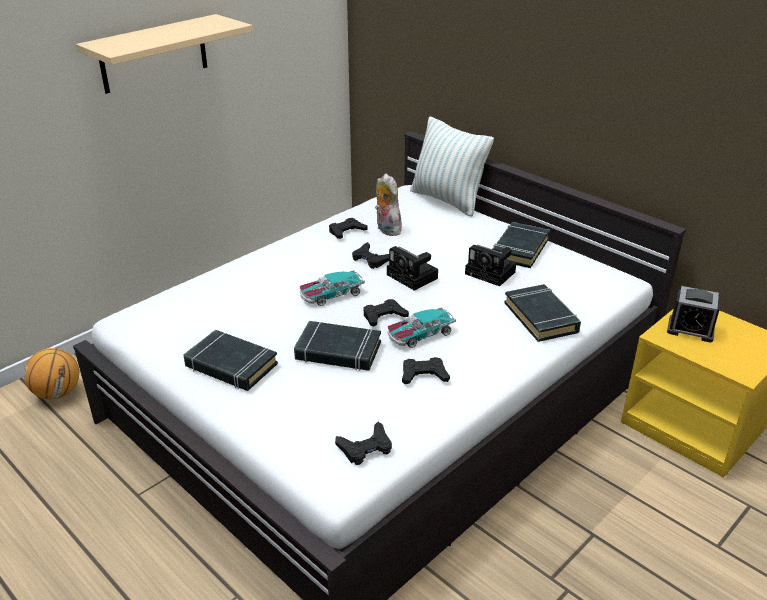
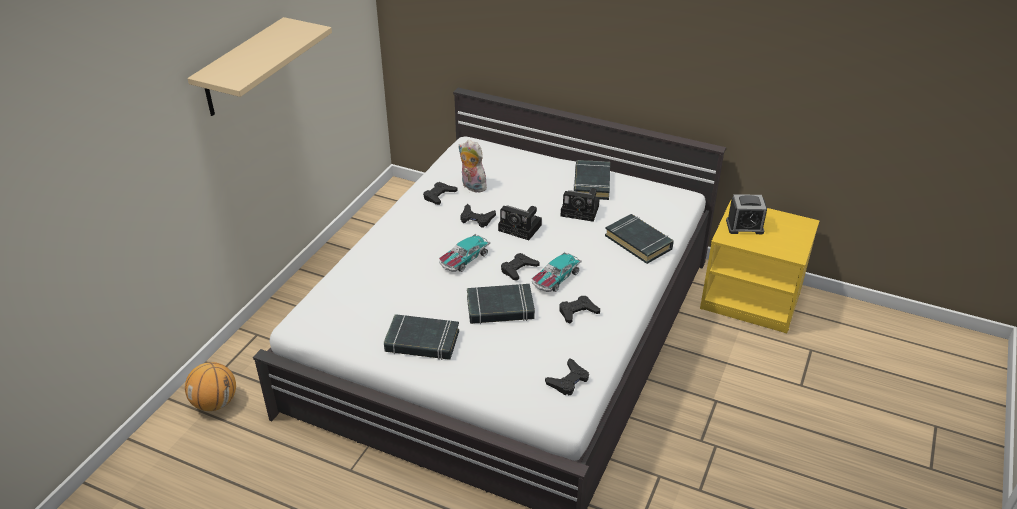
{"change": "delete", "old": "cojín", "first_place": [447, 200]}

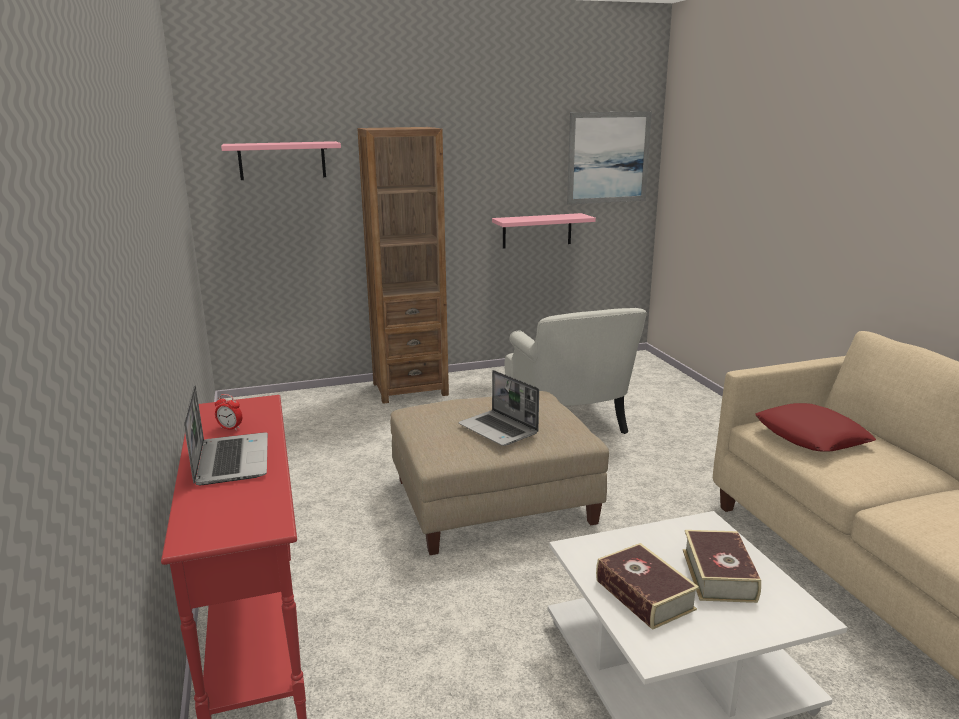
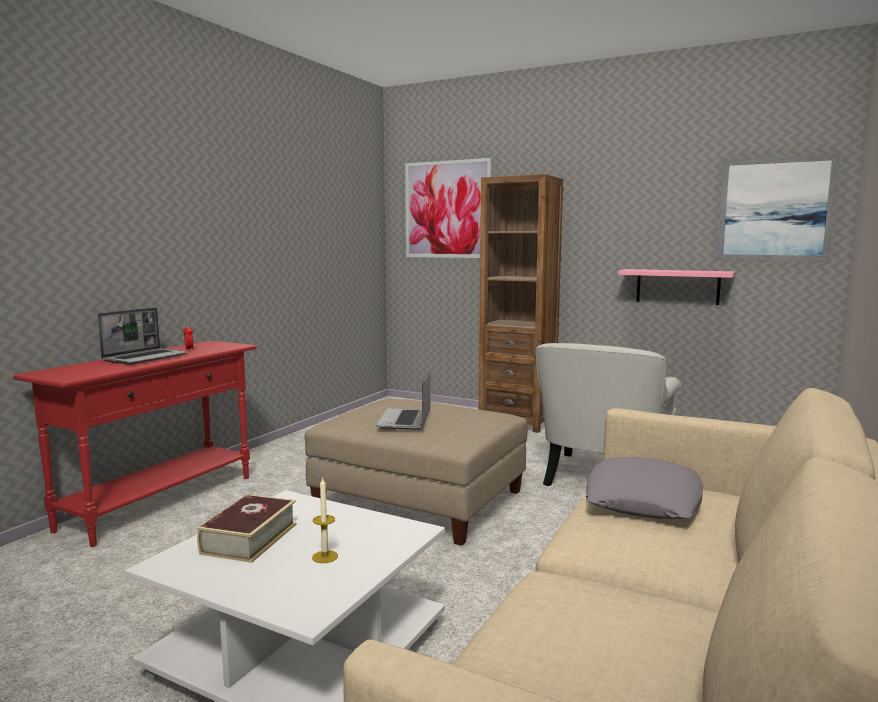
{"change": "replace", "old": "estante [rosa]", "new": "cuadro", "first_place": [282, 160], "second_place": [447, 209]}
{"change": "recolor", "old": "cojín [rojo]", "new": "cojín [gris]", "first_place": [811, 436], "second_place": [643, 500]}
{"change": "replace", "old": "libro", "new": "vela", "first_place": [718, 575], "second_place": [325, 557]}

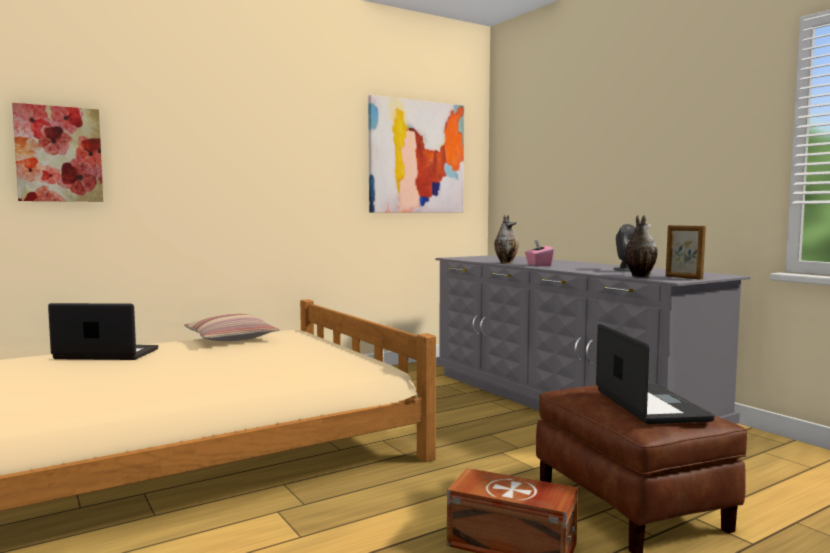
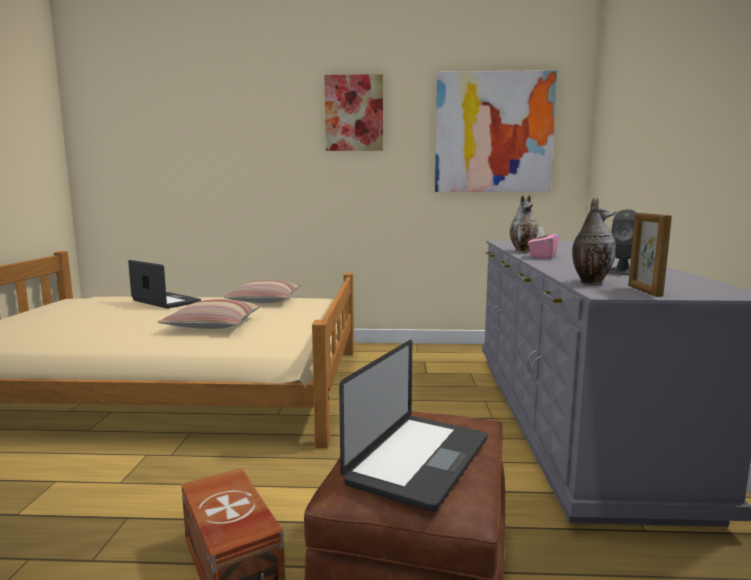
{"change": "move", "old": "cuadro", "first_place": [59, 154], "second_place": [354, 113]}
{"change": "insert", "new": "cojín", "second_place": [214, 325]}

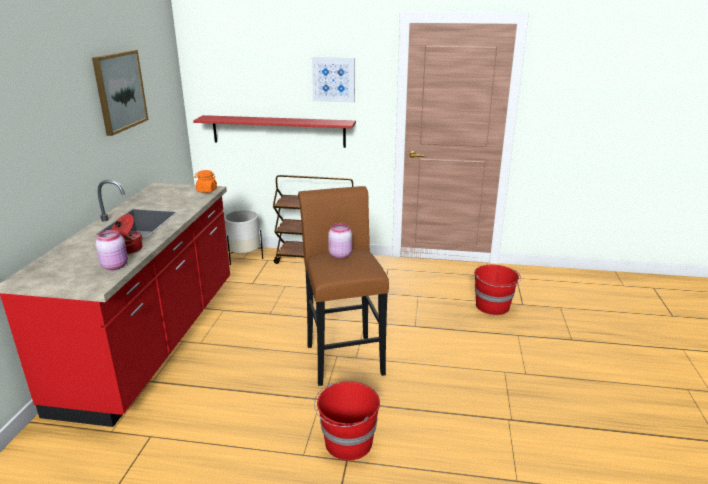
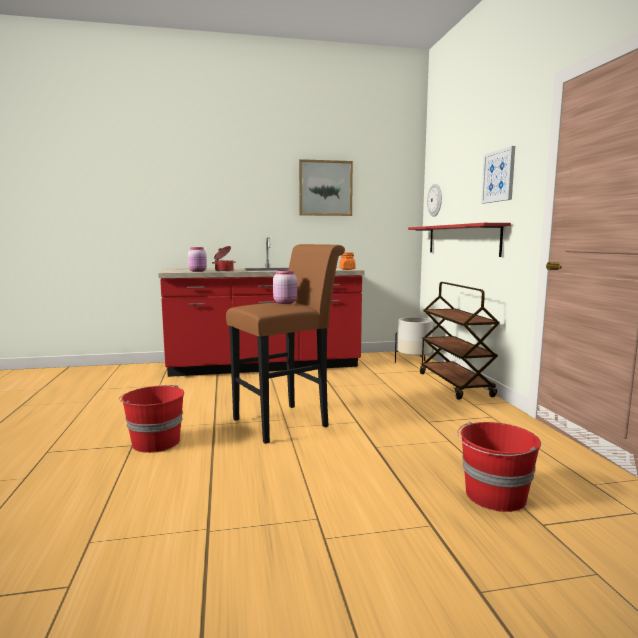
{"change": "insert", "new": "reloj de pared", "second_place": [435, 200]}

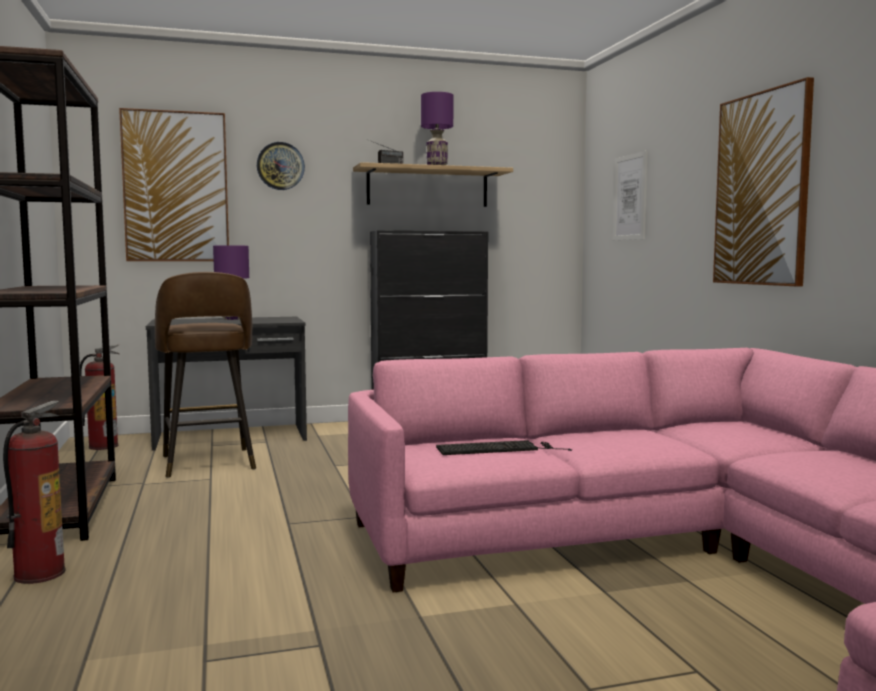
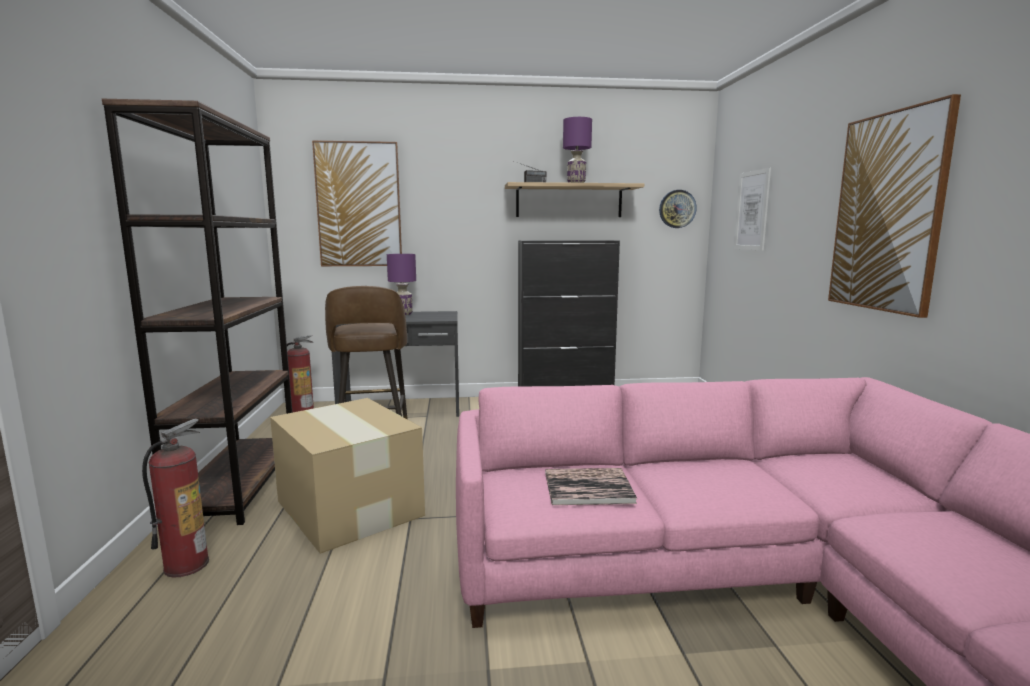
{"change": "move", "old": "reloj de pared", "first_place": [280, 166], "second_place": [677, 209]}
{"change": "replace", "old": "teclado", "new": "libro", "first_place": [499, 449], "second_place": [588, 487]}
{"change": "insert", "new": "caja de cartón", "second_place": [349, 507]}

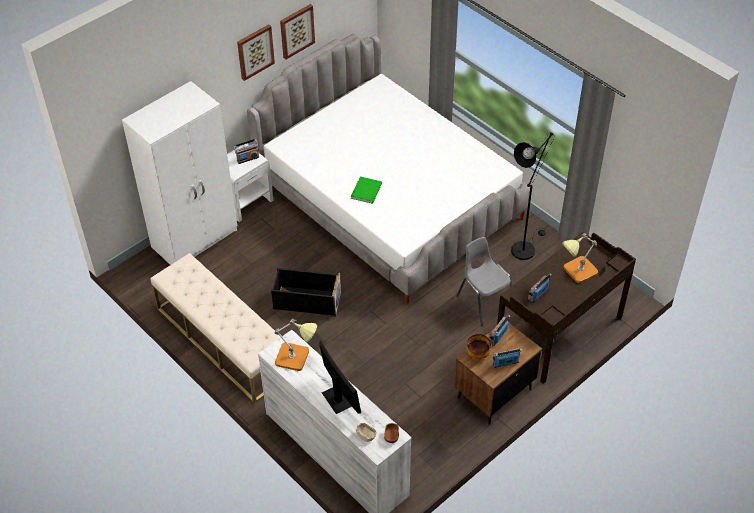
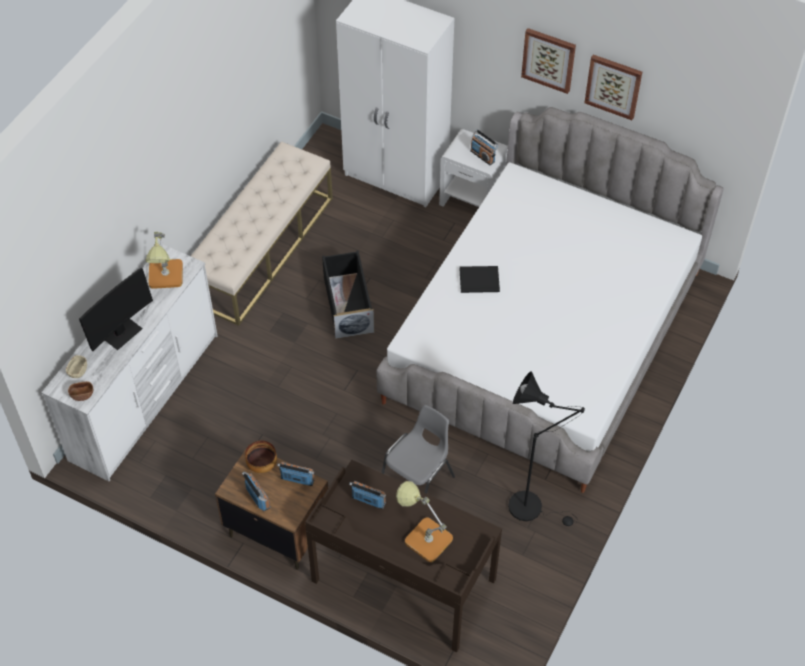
{"change": "recolor", "old": "libro [verde]", "new": "libro [negro]", "first_place": [367, 190], "second_place": [480, 281]}

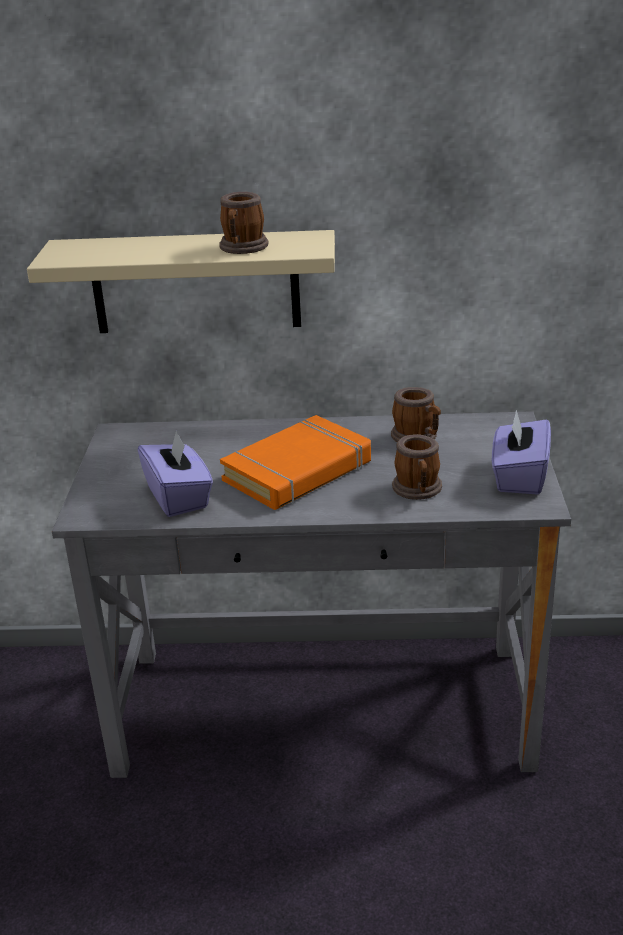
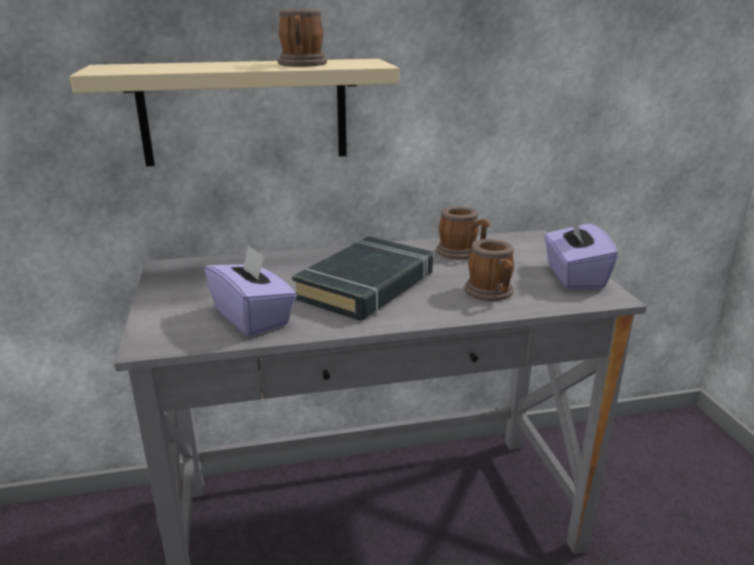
{"change": "recolor", "old": "libro [naranja]", "new": "libro [negro]", "first_place": [298, 471], "second_place": [367, 286]}

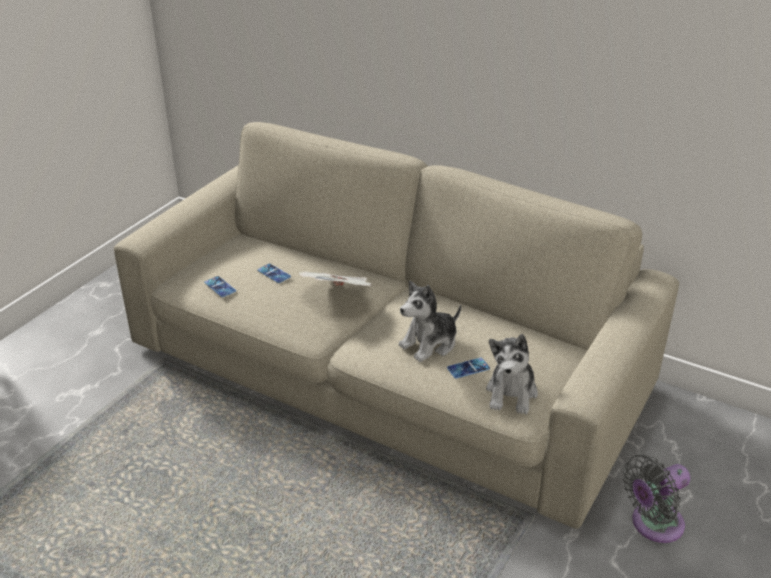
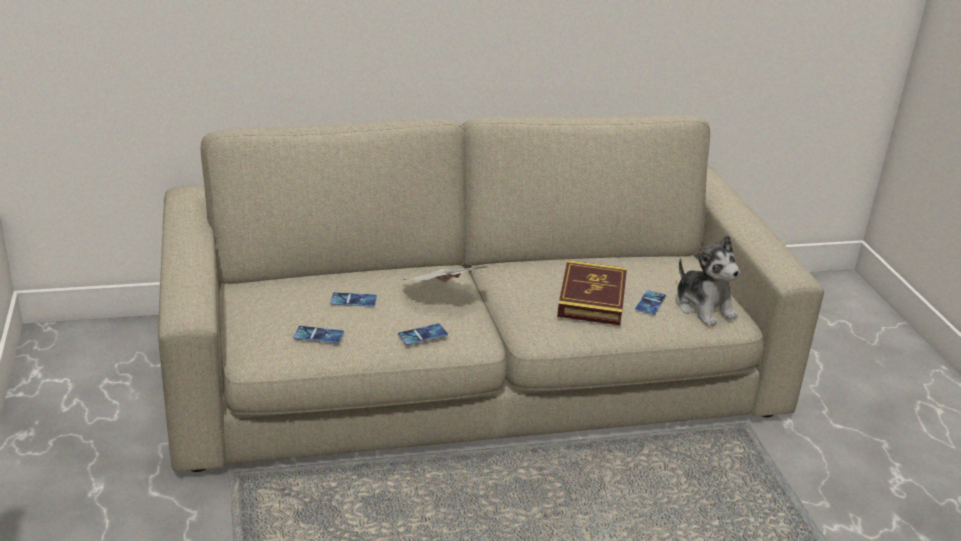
{"change": "replace", "old": "peluche", "new": "libro", "first_place": [430, 344], "second_place": [592, 298]}
{"change": "delete", "old": "ventilador [gris]", "first_place": [653, 524]}
{"change": "insert", "new": "móvil", "second_place": [422, 335]}

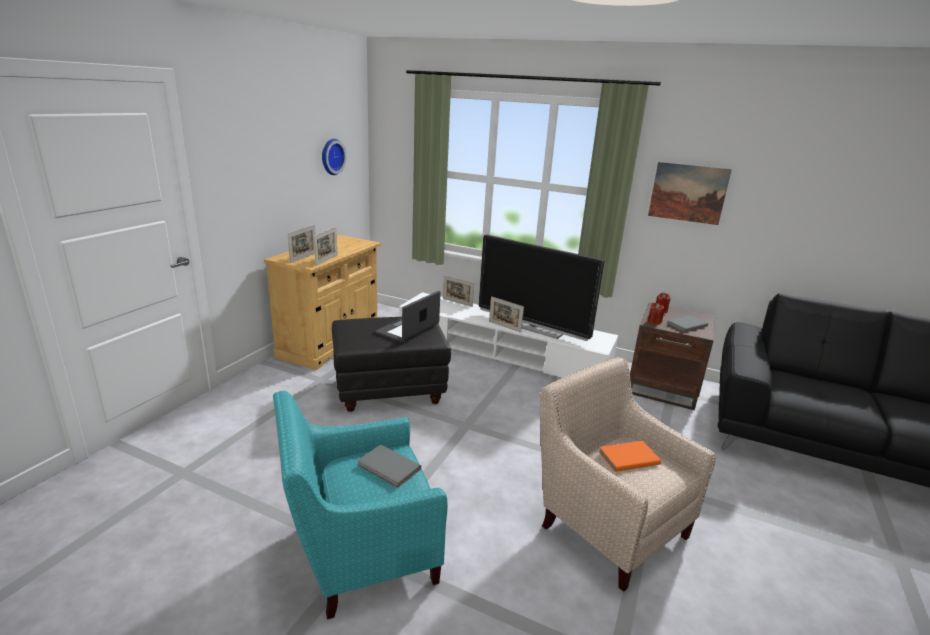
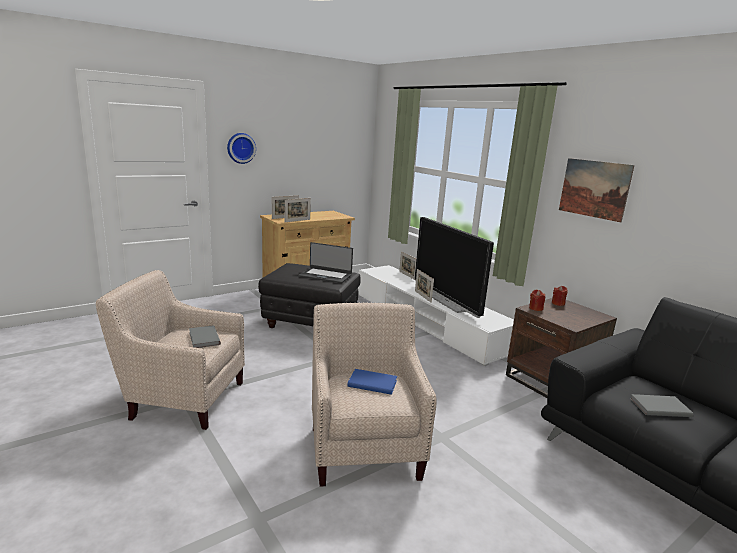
{"change": "move", "old": "reloj de pared", "first_place": [331, 156], "second_place": [240, 148]}
{"change": "rotate", "old": "portátil", "first_place": [408, 329], "second_place": [325, 275], "degrees": -135}
{"change": "move", "old": "libro [gris]", "first_place": [686, 325], "second_place": [658, 407]}
{"change": "recolor", "old": "sillón [turquesa]", "new": "sillón [beis]", "first_place": [359, 553], "second_place": [183, 397]}
{"change": "recolor", "old": "libro [naranja]", "new": "libro [azul]", "first_place": [627, 457], "second_place": [372, 383]}

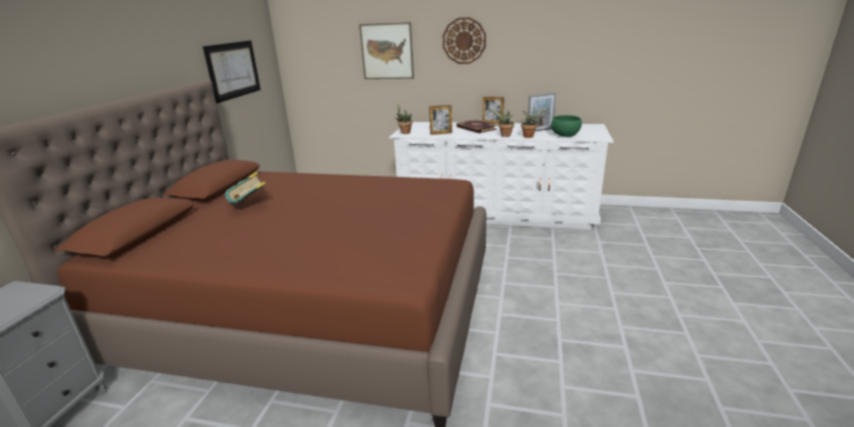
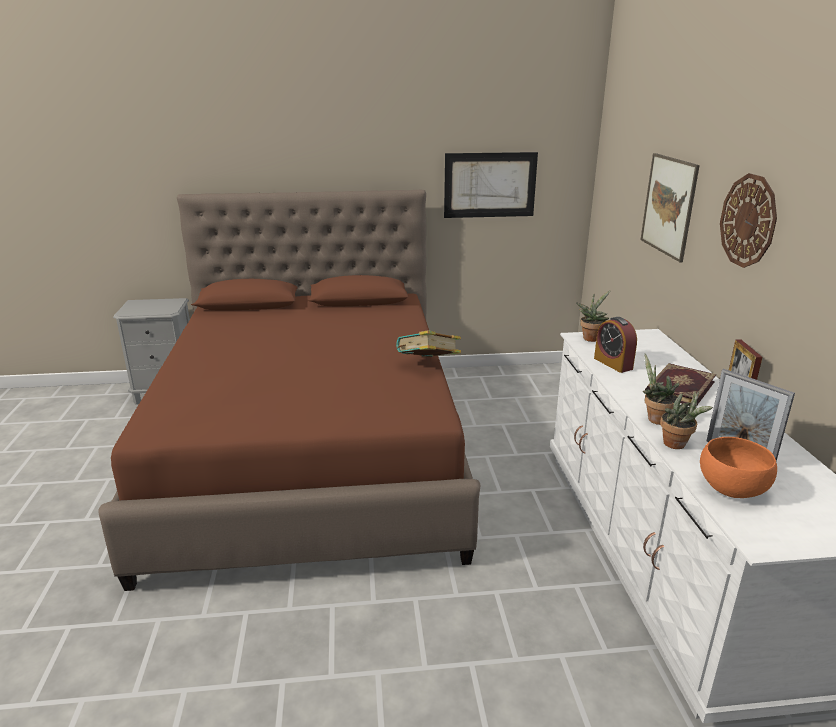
{"change": "replace", "old": "portarretratos", "new": "despertador", "first_place": [441, 133], "second_place": [613, 363]}
{"change": "recolor", "old": "cuenco [verde]", "new": "cuenco [naranja]", "first_place": [565, 135], "second_place": [732, 487]}
{"change": "move", "old": "libro", "first_place": [249, 206], "second_place": [428, 365]}

